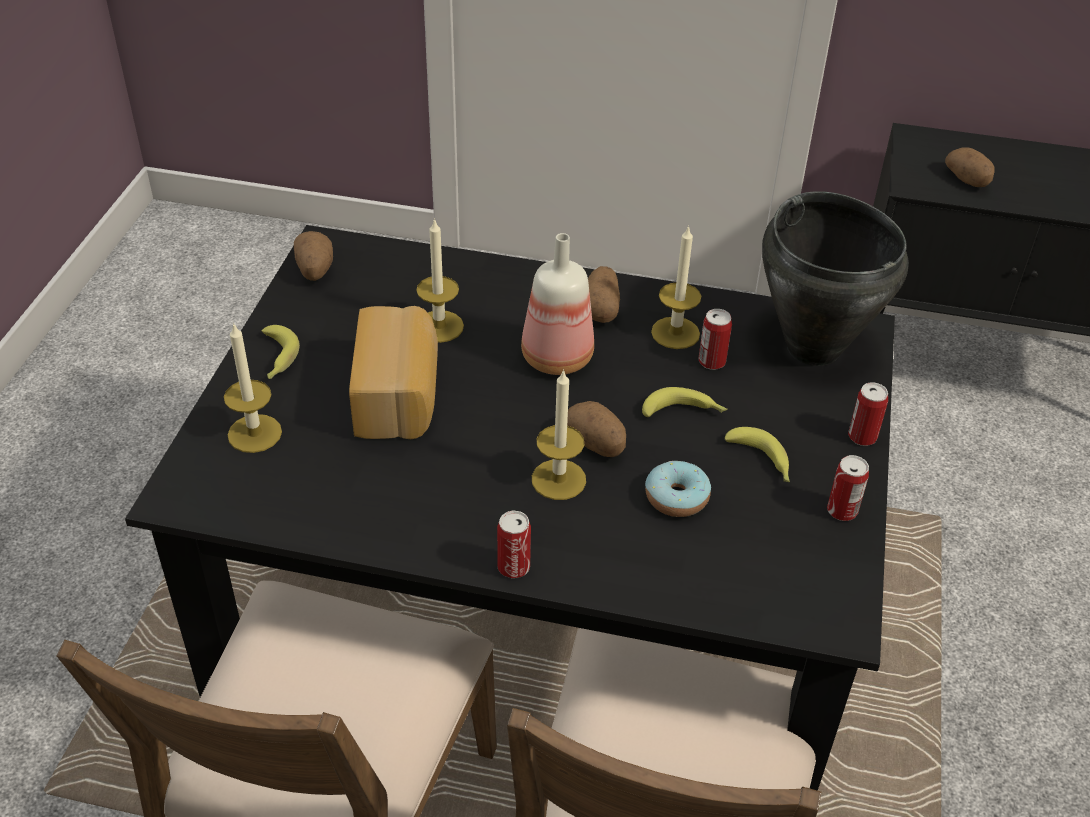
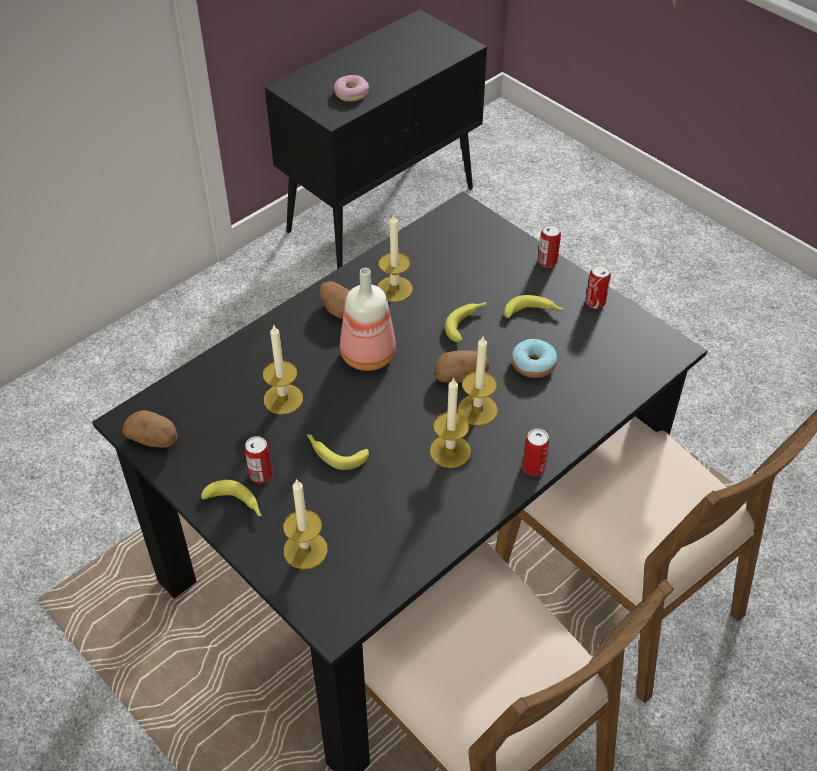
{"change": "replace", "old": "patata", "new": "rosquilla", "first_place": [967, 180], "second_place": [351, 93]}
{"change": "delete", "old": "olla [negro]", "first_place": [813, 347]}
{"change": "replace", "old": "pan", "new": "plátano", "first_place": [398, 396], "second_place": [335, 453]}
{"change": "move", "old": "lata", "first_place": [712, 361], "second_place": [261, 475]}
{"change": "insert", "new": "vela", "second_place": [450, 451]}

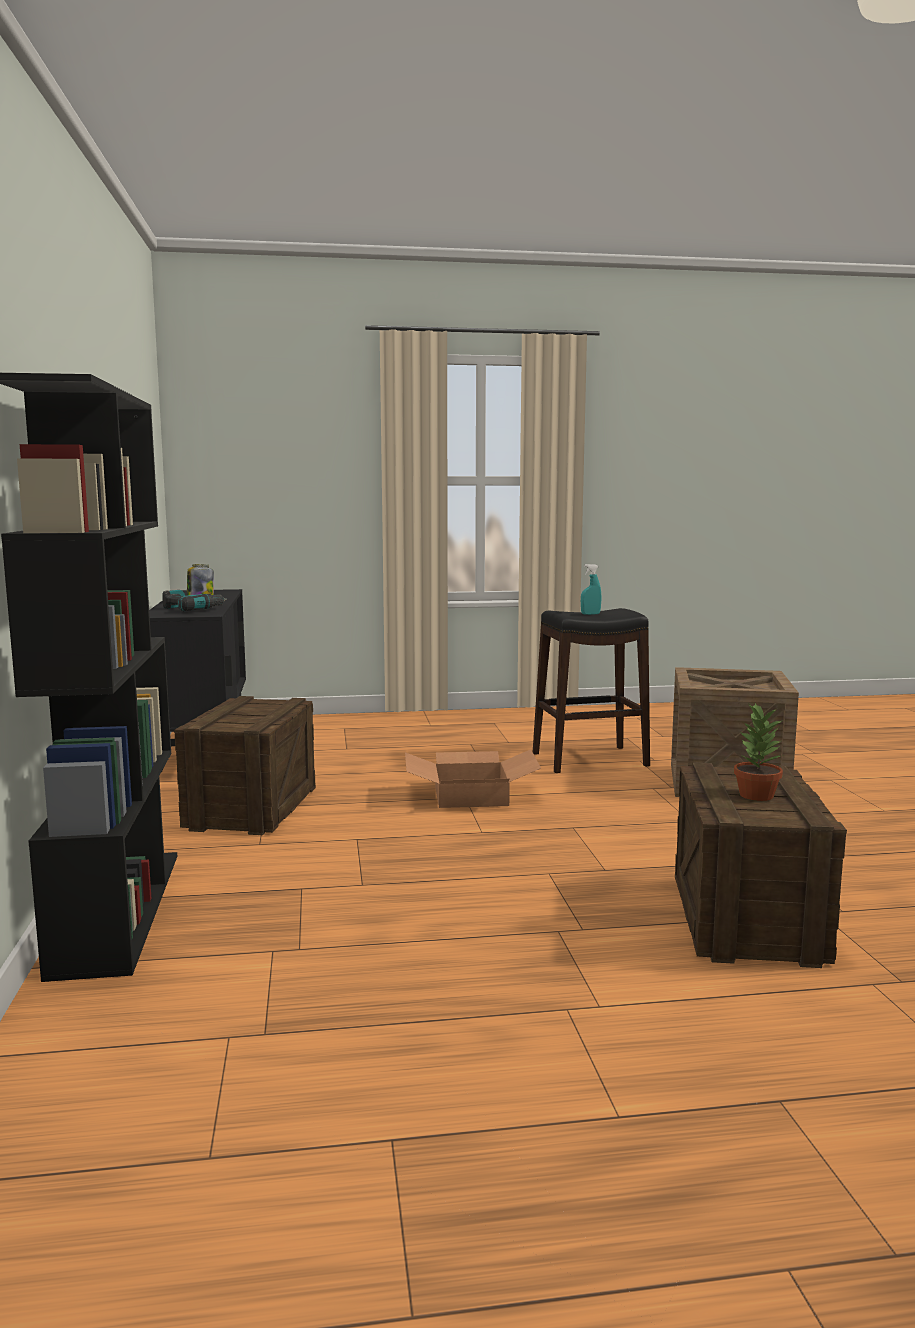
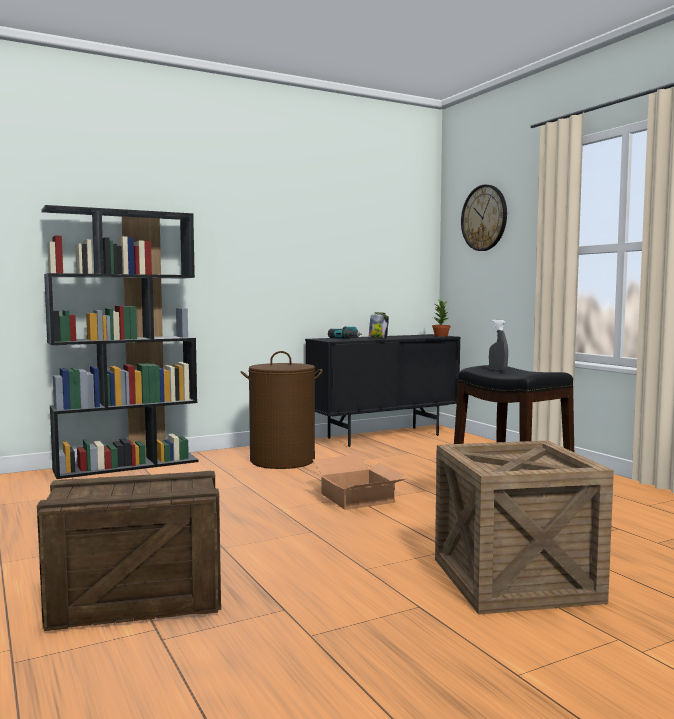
{"change": "recolor", "old": "pulverizador [turquesa]", "new": "pulverizador [gris]", "first_place": [590, 614], "second_place": [498, 370]}
{"change": "replace", "old": "caja de embalaje", "new": "cesto de la ropa [marrón]", "first_place": [252, 808], "second_place": [282, 460]}
{"change": "move", "old": "planta en maceta", "first_place": [755, 795], "second_place": [441, 336]}
{"change": "insert", "new": "reloj de pared", "second_place": [484, 218]}

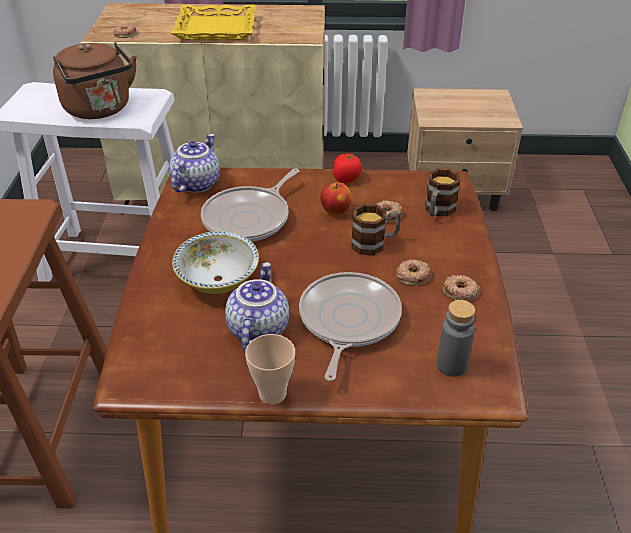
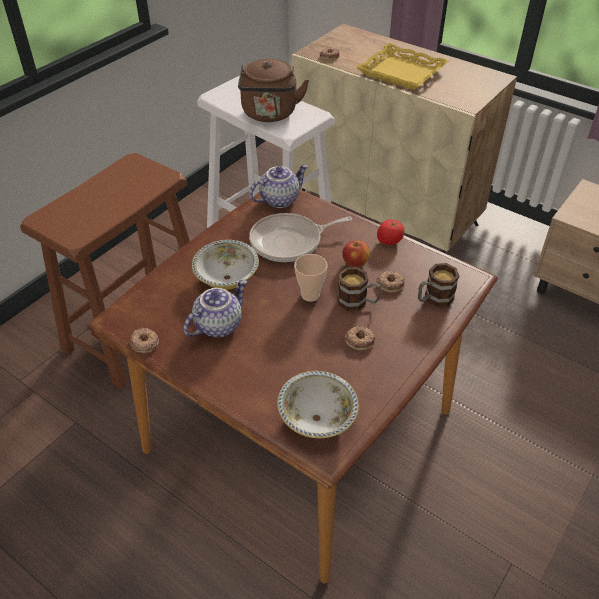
{"change": "delete", "old": "sartén", "first_place": [347, 321]}
{"change": "move", "old": "rosquilla", "first_place": [460, 291], "second_place": [144, 343]}
{"change": "replace", "old": "botella [gris]", "new": "cuenco", "first_place": [451, 365], "second_place": [317, 418]}
{"change": "move", "old": "taza", "first_place": [272, 393], "second_place": [310, 295]}

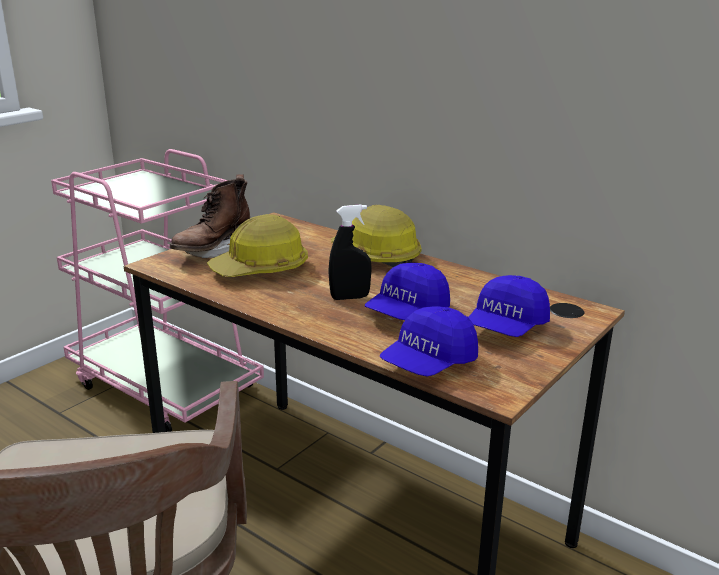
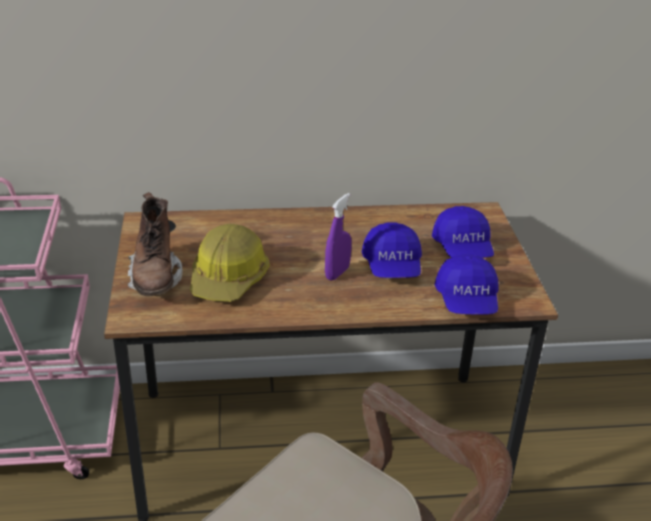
{"change": "recolor", "old": "pulverizador [negro]", "new": "pulverizador [morado]", "first_place": [350, 297], "second_place": [337, 273]}
{"change": "delete", "old": "casco", "first_place": [376, 255]}

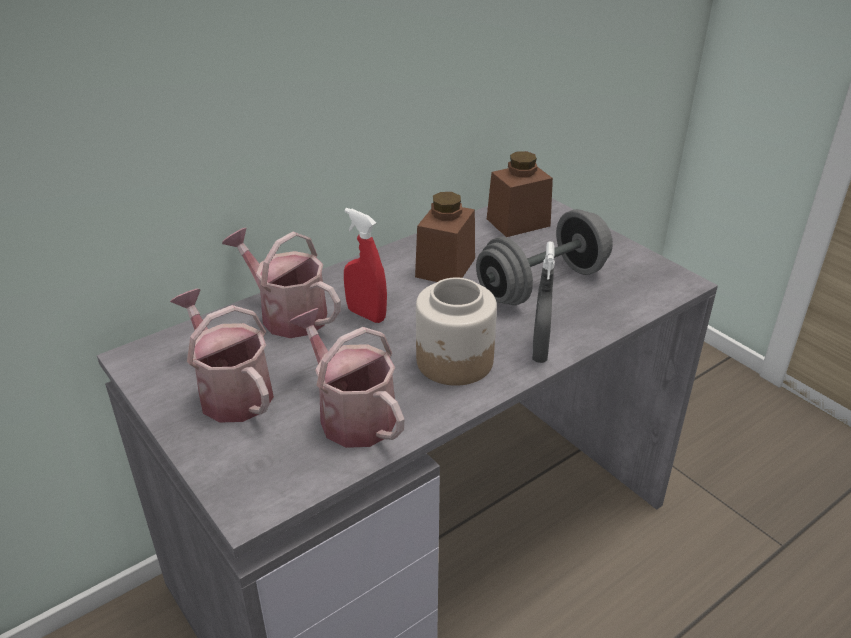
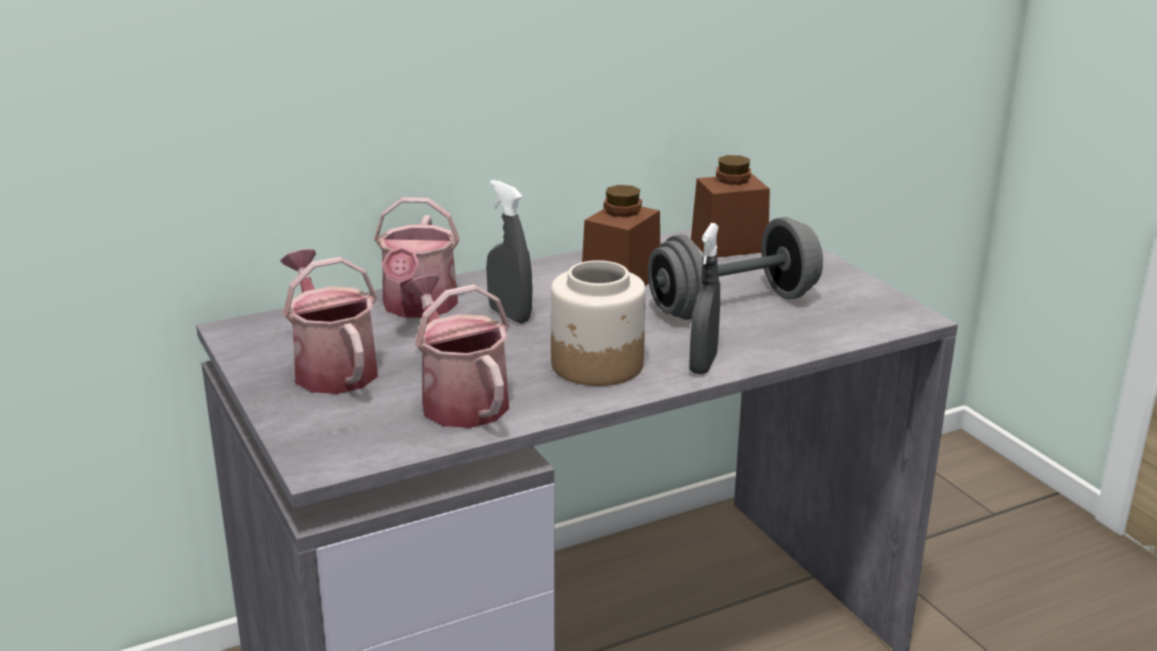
{"change": "recolor", "old": "pulverizador [rojo]", "new": "pulverizador [gris]", "first_place": [366, 314], "second_place": [509, 315]}
{"change": "rotate", "old": "regadera", "first_place": [287, 314], "second_place": [418, 307], "degrees": -135}

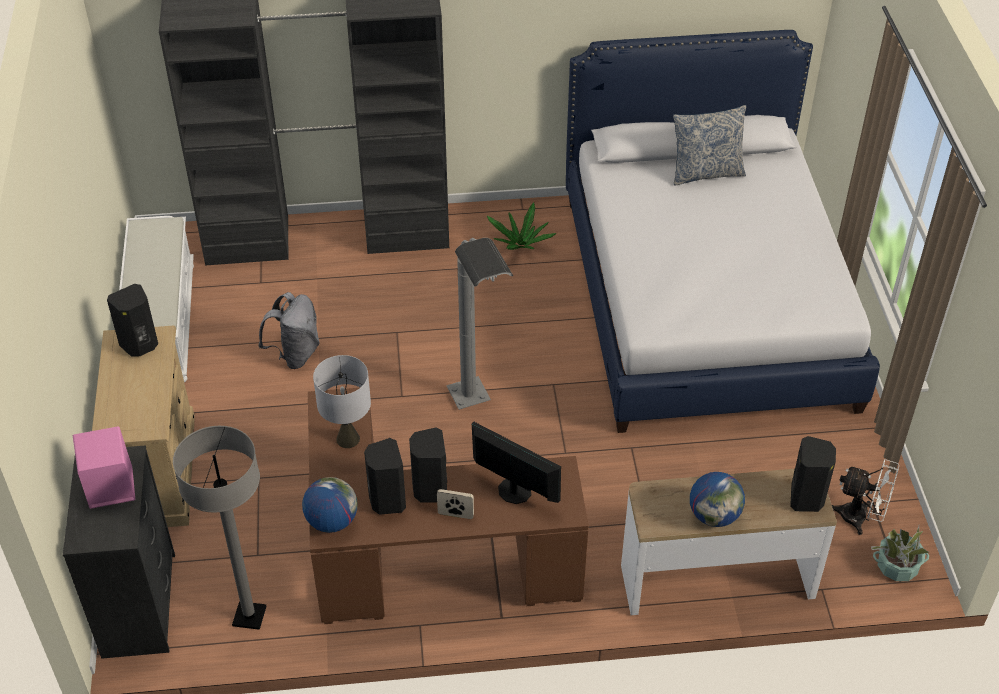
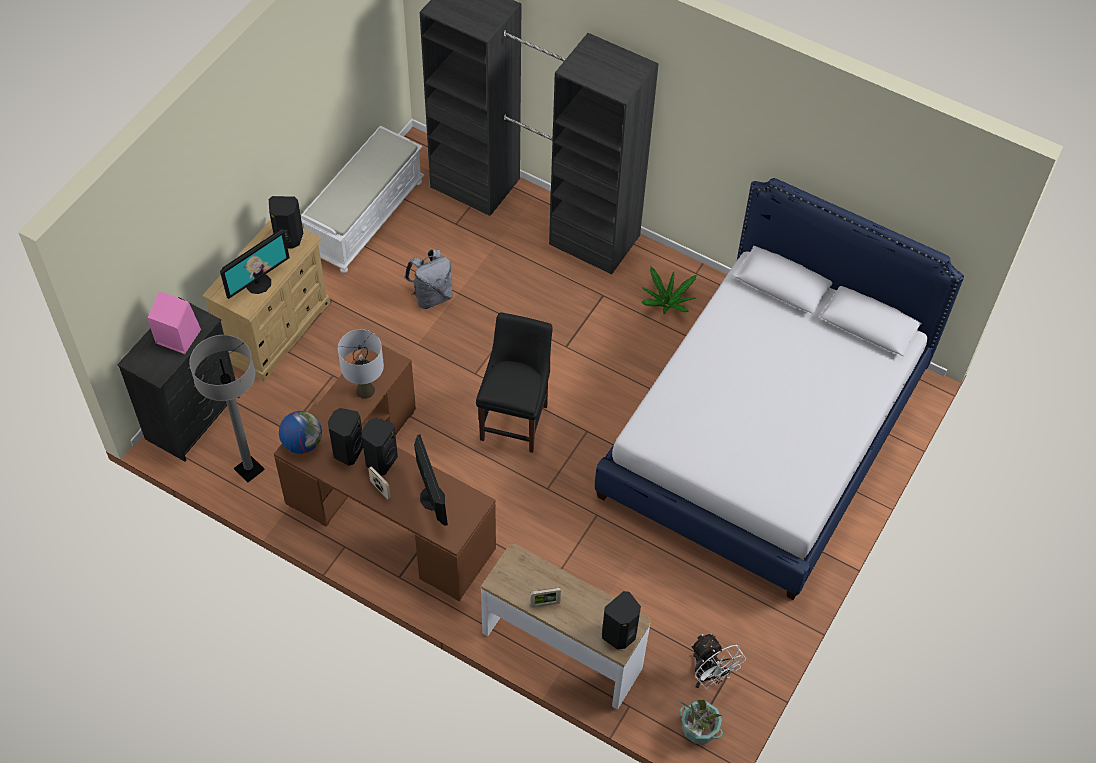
{"change": "delete", "old": "cojín", "first_place": [706, 173]}
{"change": "replace", "old": "lámpara de pie [gris]", "new": "silla [negro]", "first_place": [478, 412], "second_place": [515, 419]}
{"change": "replace", "old": "globo terráqueo", "new": "portarretratos", "first_place": [714, 515], "second_place": [545, 604]}
{"change": "insert", "new": "monitor", "second_place": [258, 283]}

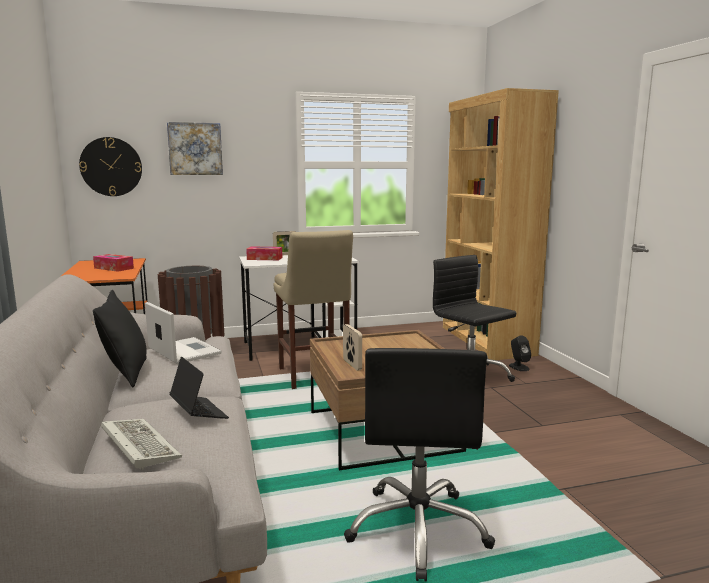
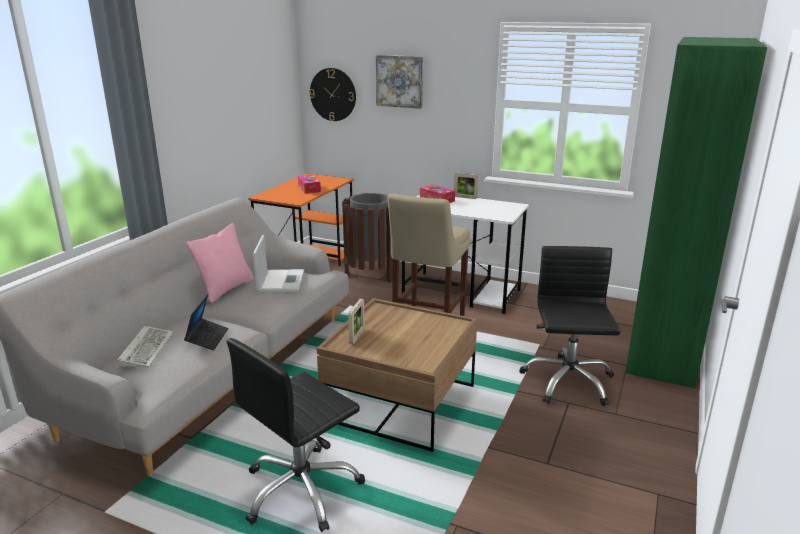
{"change": "recolor", "old": "estantería [marrón]", "new": "estantería [verde]", "first_place": [486, 340], "second_place": [664, 347]}
{"change": "recolor", "old": "cojín [negro]", "new": "cojín [rosa]", "first_place": [126, 373], "second_place": [226, 289]}
{"change": "delete", "old": "altavoz [negro]", "first_place": [518, 367]}

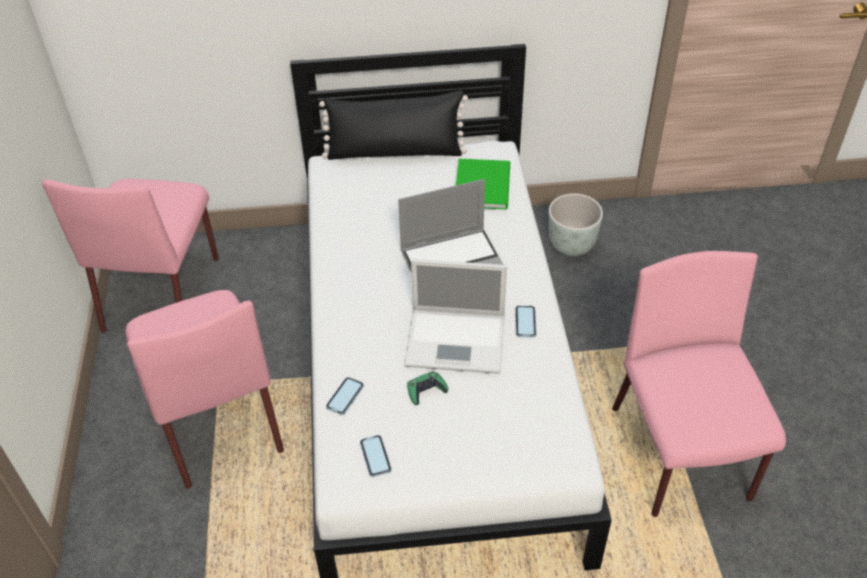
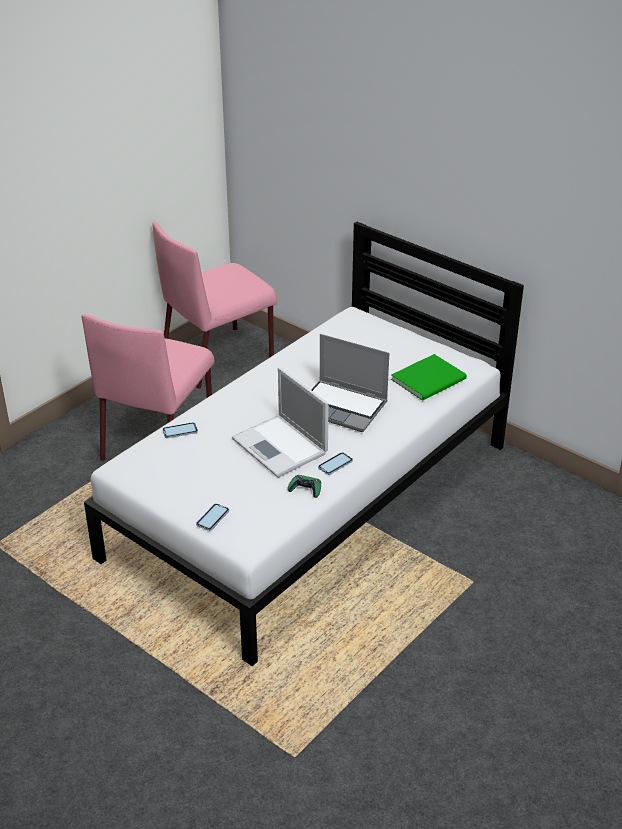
{"change": "delete", "old": "cojín [negro]", "first_place": [395, 152]}
{"change": "delete", "old": "maceta [gris]", "first_place": [571, 245]}
{"change": "delete", "old": "silla [rosa]", "first_place": [681, 455]}
{"change": "move", "old": "mando de consola [verde]", "first_place": [426, 390], "second_place": [305, 489]}
{"change": "move", "old": "móvil", "first_place": [375, 456], "second_place": [212, 518]}

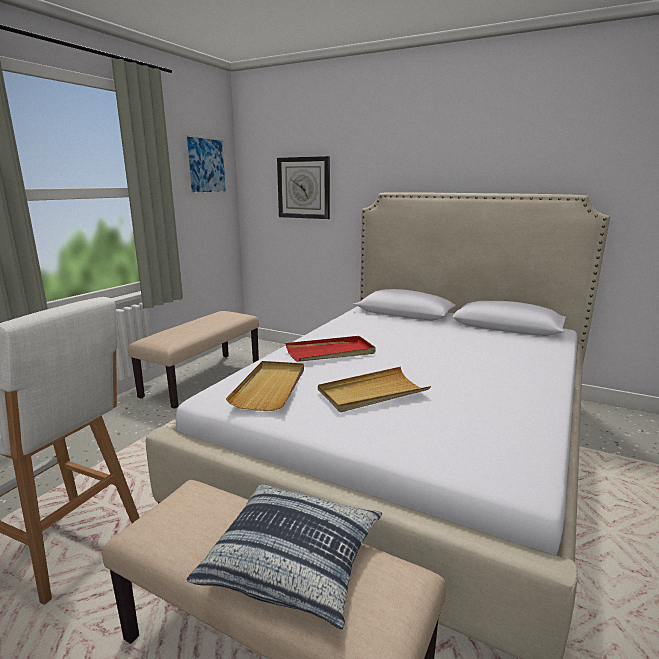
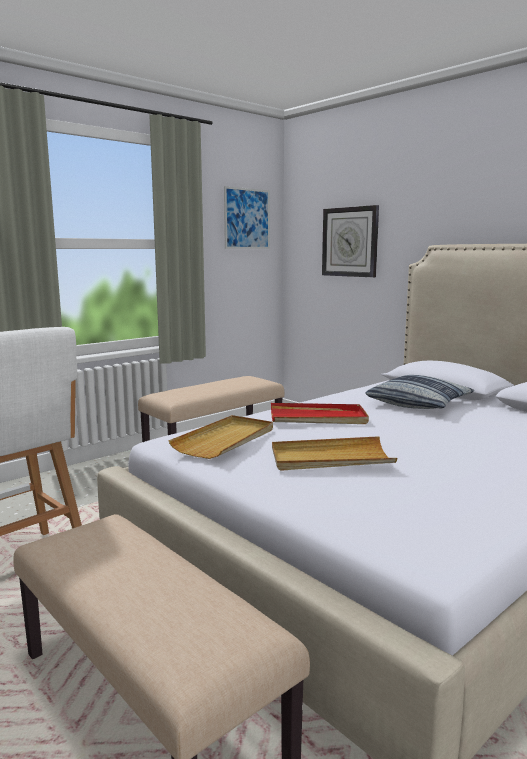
{"change": "move", "old": "cojín", "first_place": [293, 561], "second_place": [419, 403]}

